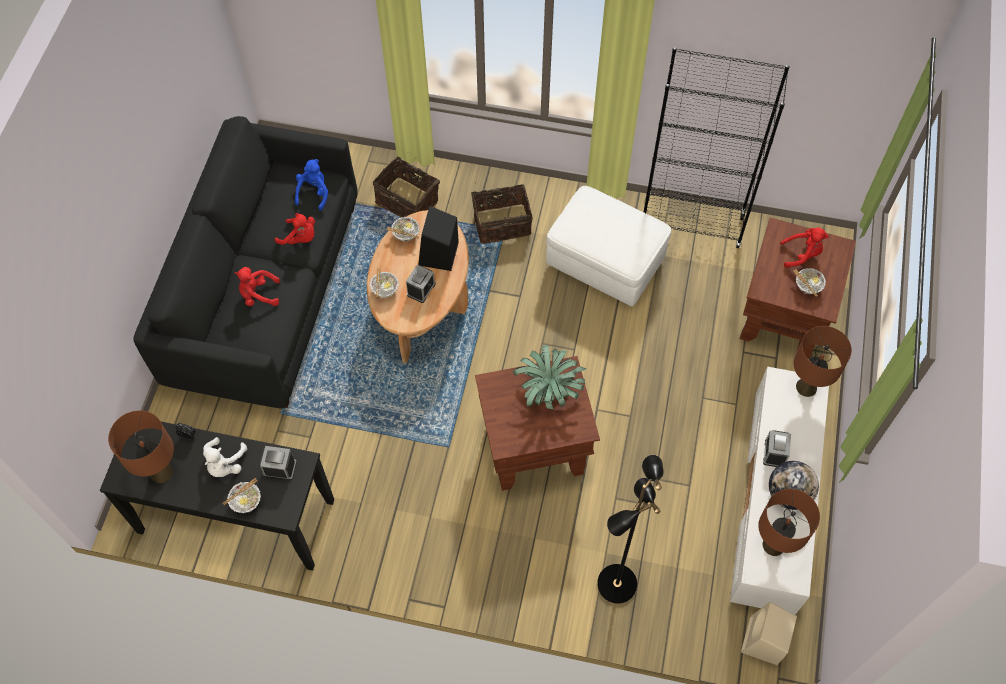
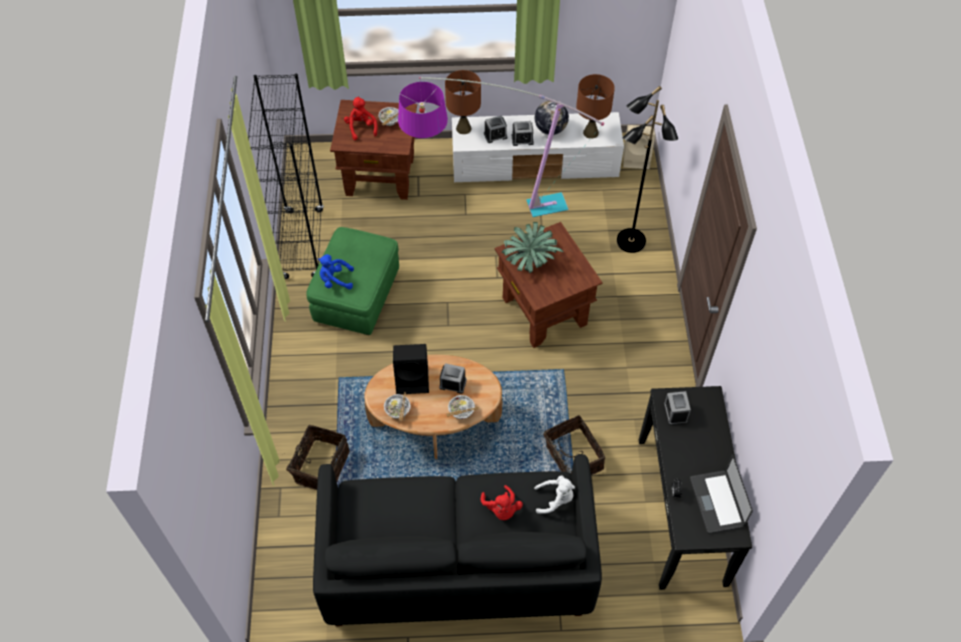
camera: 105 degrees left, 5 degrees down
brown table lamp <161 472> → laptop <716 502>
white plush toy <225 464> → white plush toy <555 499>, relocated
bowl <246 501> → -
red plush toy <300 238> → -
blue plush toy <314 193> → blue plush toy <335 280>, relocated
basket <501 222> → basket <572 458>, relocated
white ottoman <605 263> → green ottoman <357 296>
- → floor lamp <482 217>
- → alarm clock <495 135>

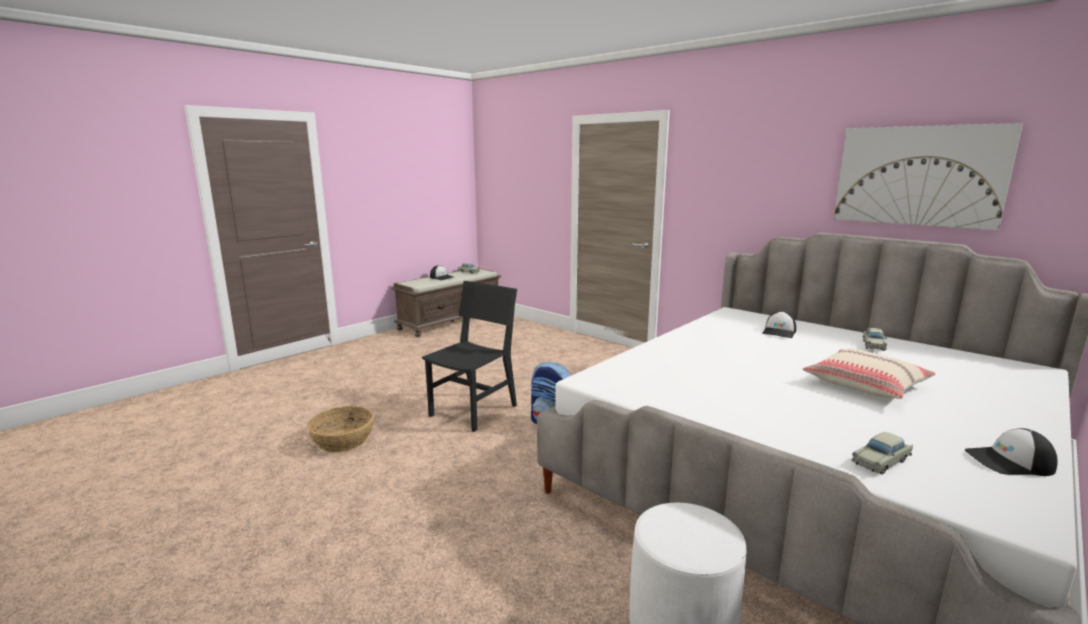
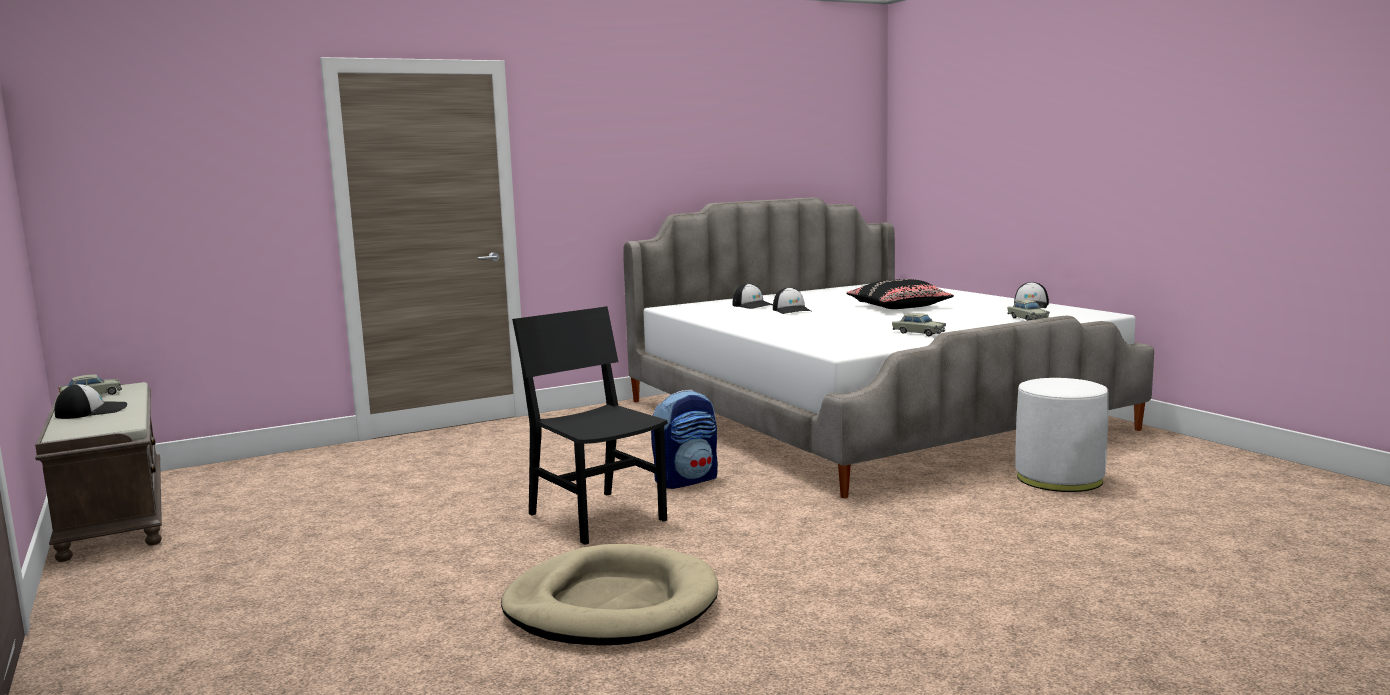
camera: 70 degrees left, 5 degrees down
basket <343 440> → beige dog bed <611 605>
beige pillow <866 385> → black pillow <899 306>
picture <919 176> → -
beige toy car <873 345> → beige toy car <918 333>, relocated
- → cap <792 310>

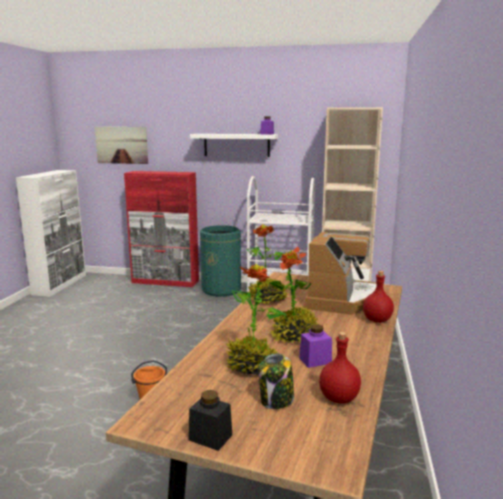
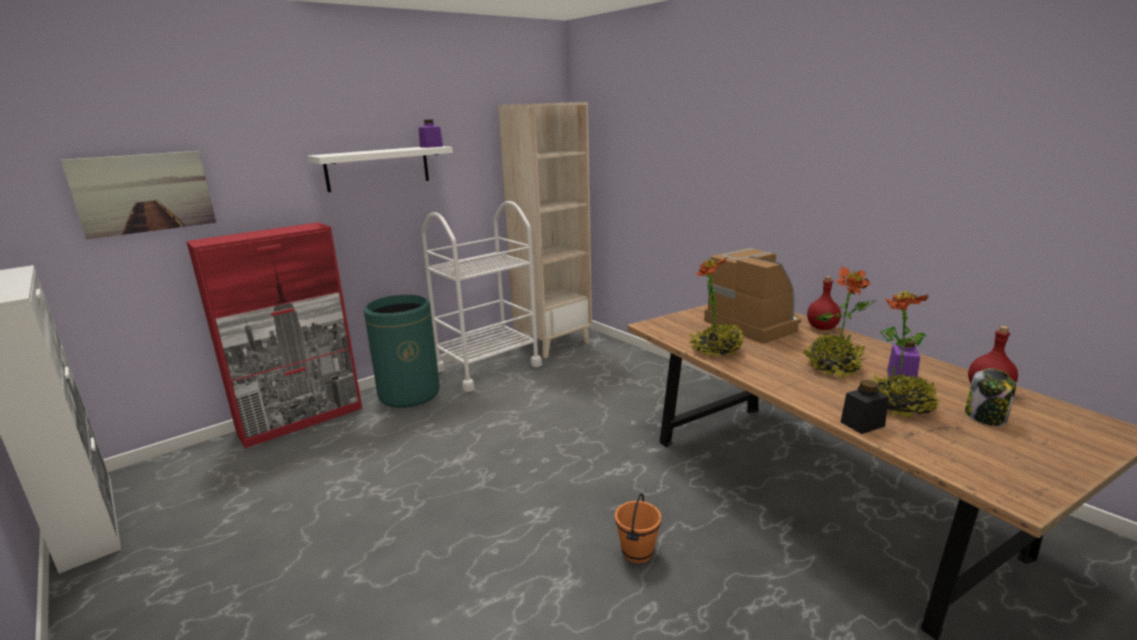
camera: 50 degrees left, 5 degrees up
black jar <210 437> → black jar <862 424>, relocated

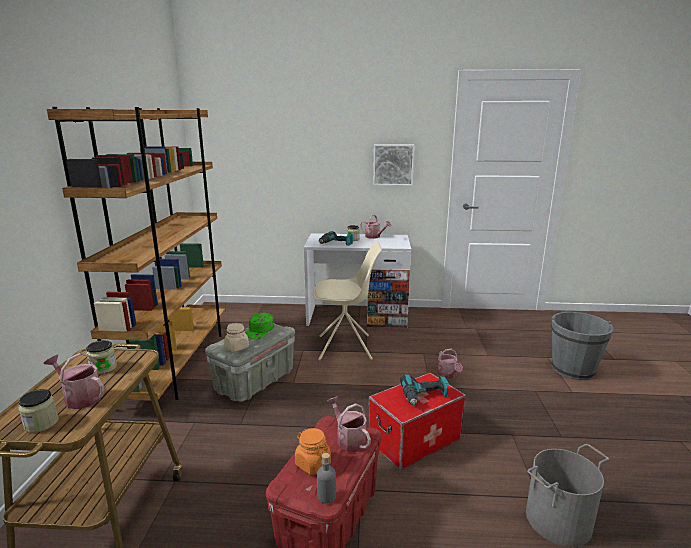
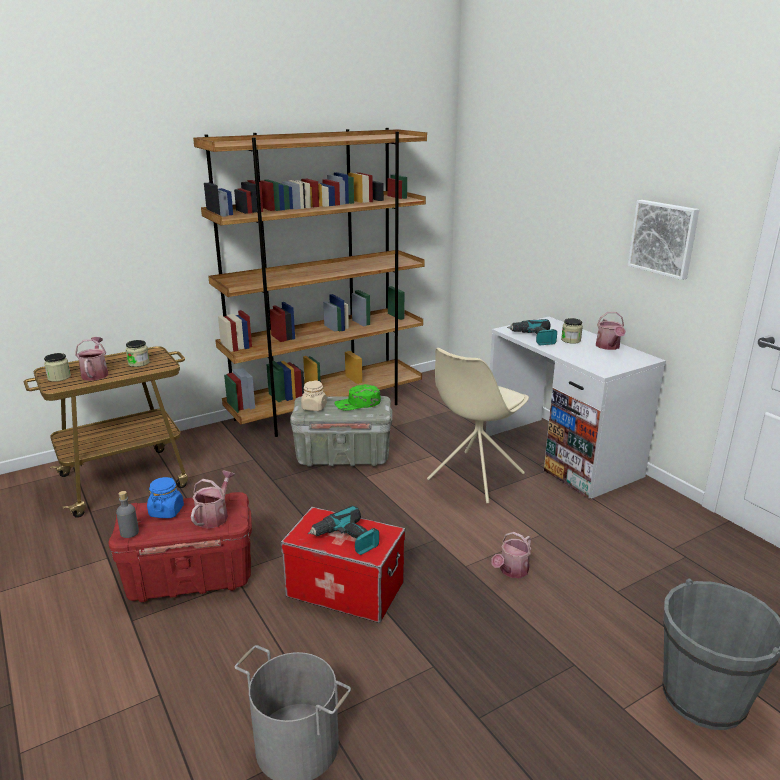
camera: 55 degrees right, 5 degrees up
orange jar <312 464> → blue jar <166 511>
beige chair <346 347> → beige chair <474 477>, 75 degrees clockwise

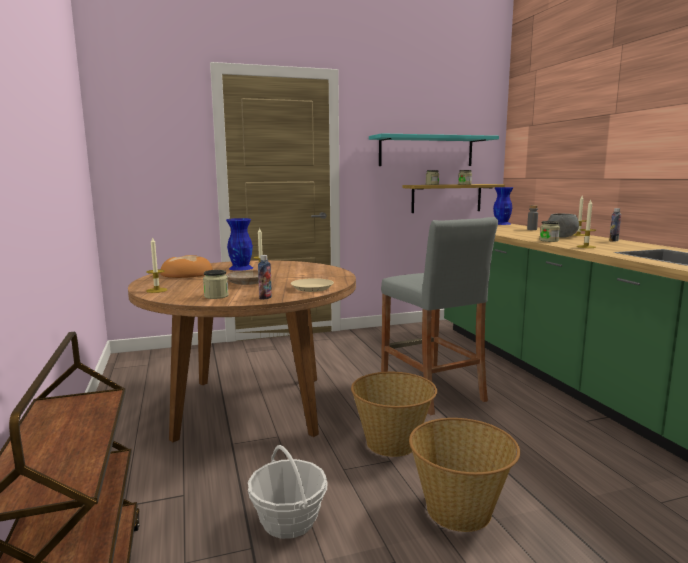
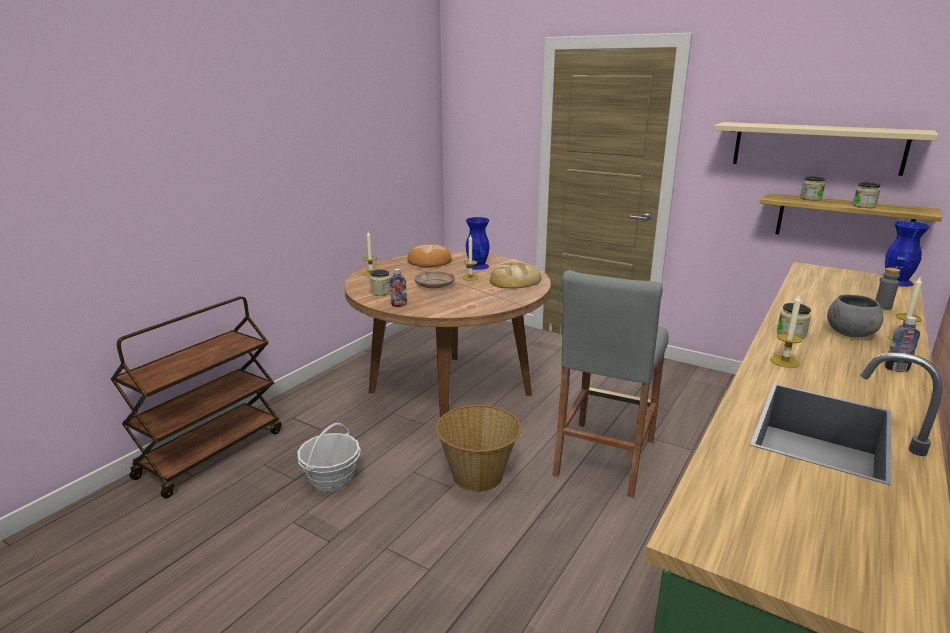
camera: 50 degrees right, 10 degrees up
beige plate <312 288> → -
turquoise shelf <426 151> → beige shelf <816 147>
basket <460 510> → -
- → bread <514 280>

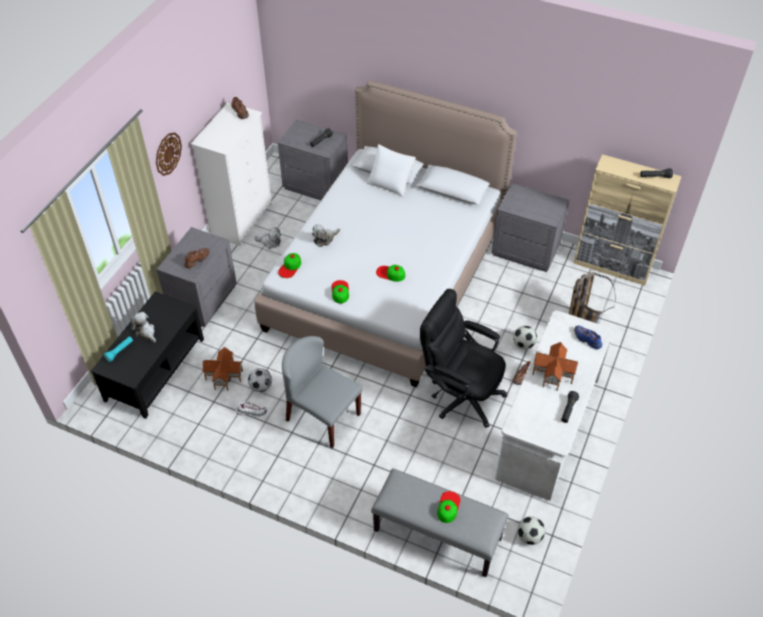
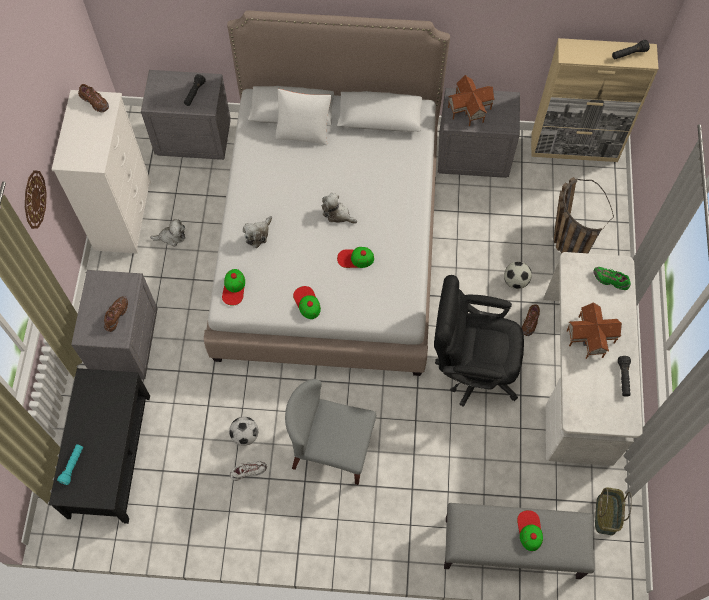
camera: 20 degrees left, 15 degrees up
plush toy <145 332> → plush toy <337 214>, relocated
toy house <225 375> → toy house <470 107>, relocated
football <529 536> → basket <607 515>
blue shoe <587 340> → green shoe <610 280>

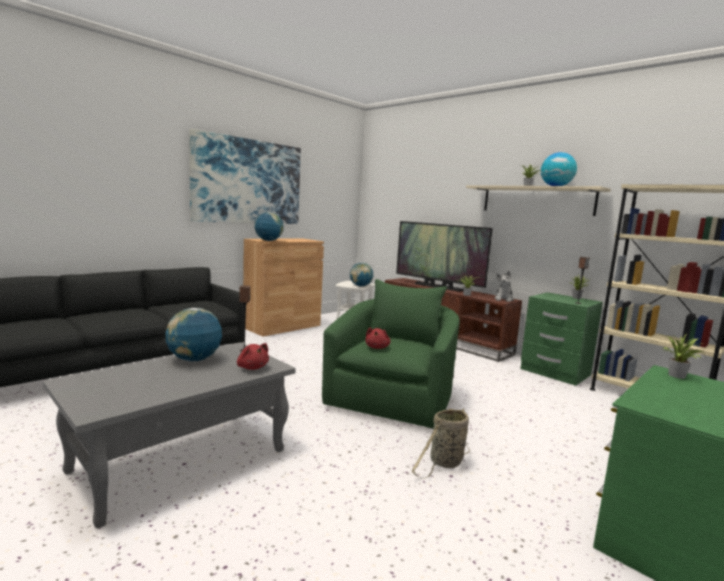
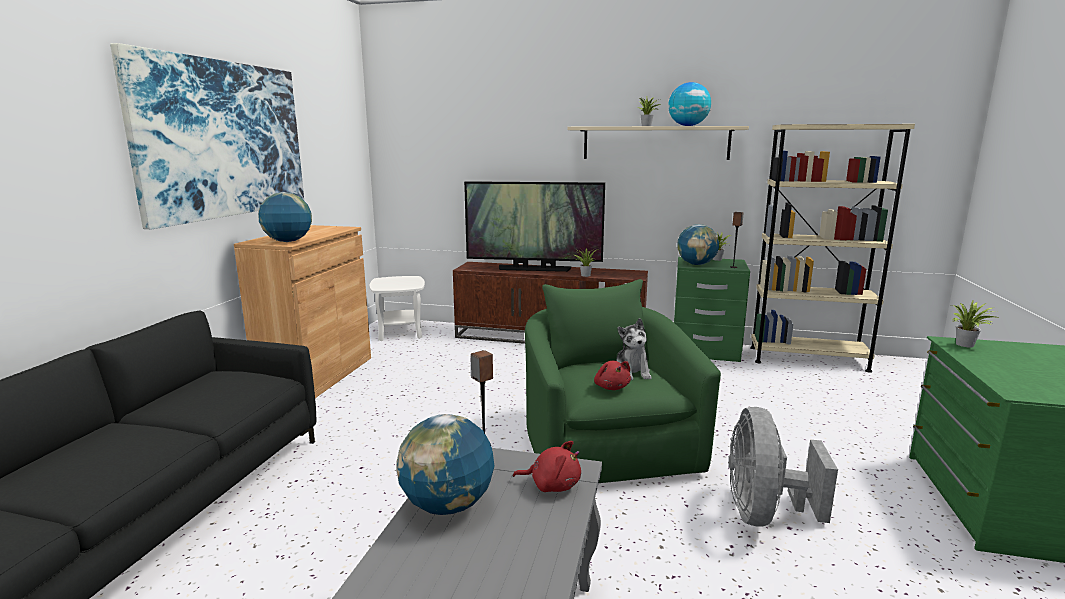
camera: 30 degrees left, 5 degrees up
globe <361 286> → globe <696 264>, relocated
basket <444 463> → grey fan <764 514>
plush toy <503 299> → plush toy <632 372>, relocated

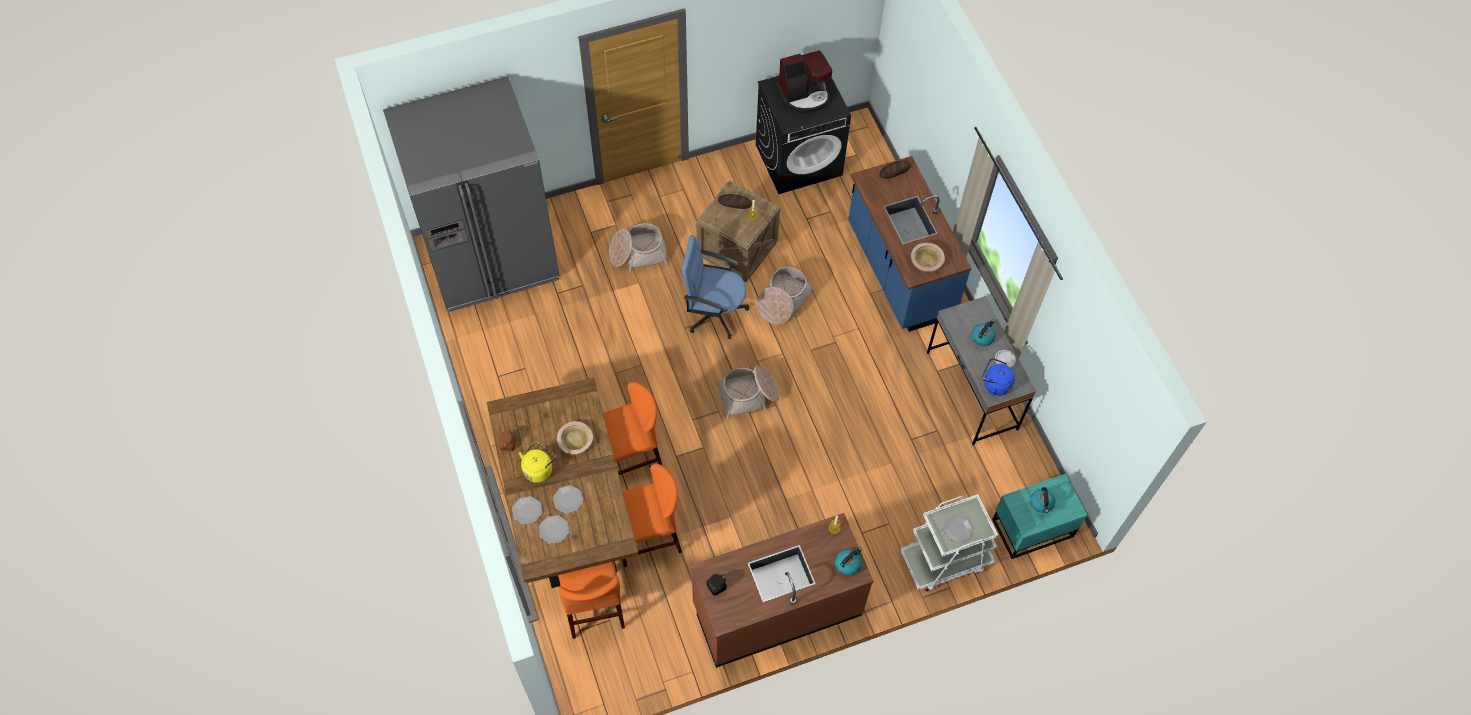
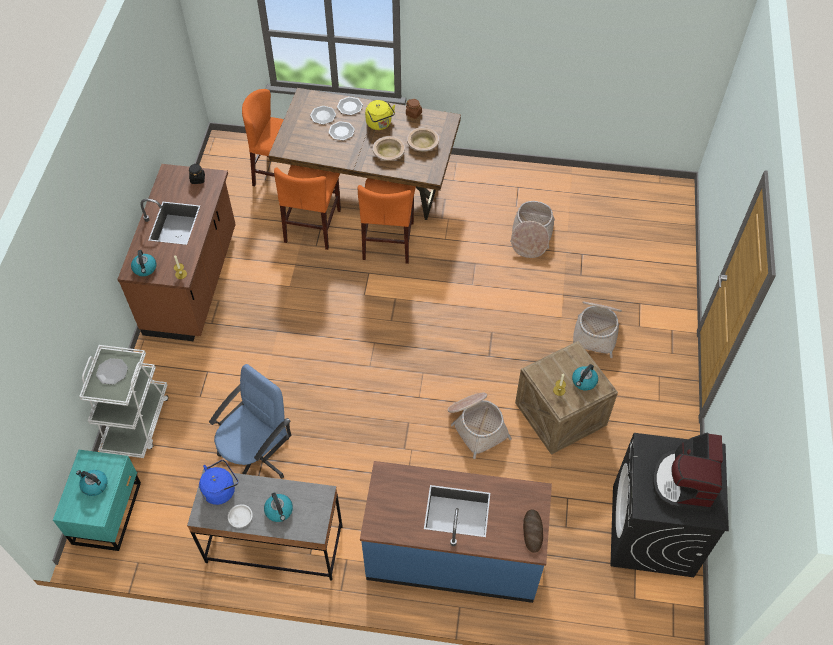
camera: 120 degrees right, 5 degrees down
grey fridge <491 259> → -
blue office chair <714 312> → blue office chair <257 455>, relocated
basket <749 395> → basket <531 236>, relocated
bread <734 203> → kettle <584 382>
beige bowl <926 260> → beige bowl <423 144>, relocated

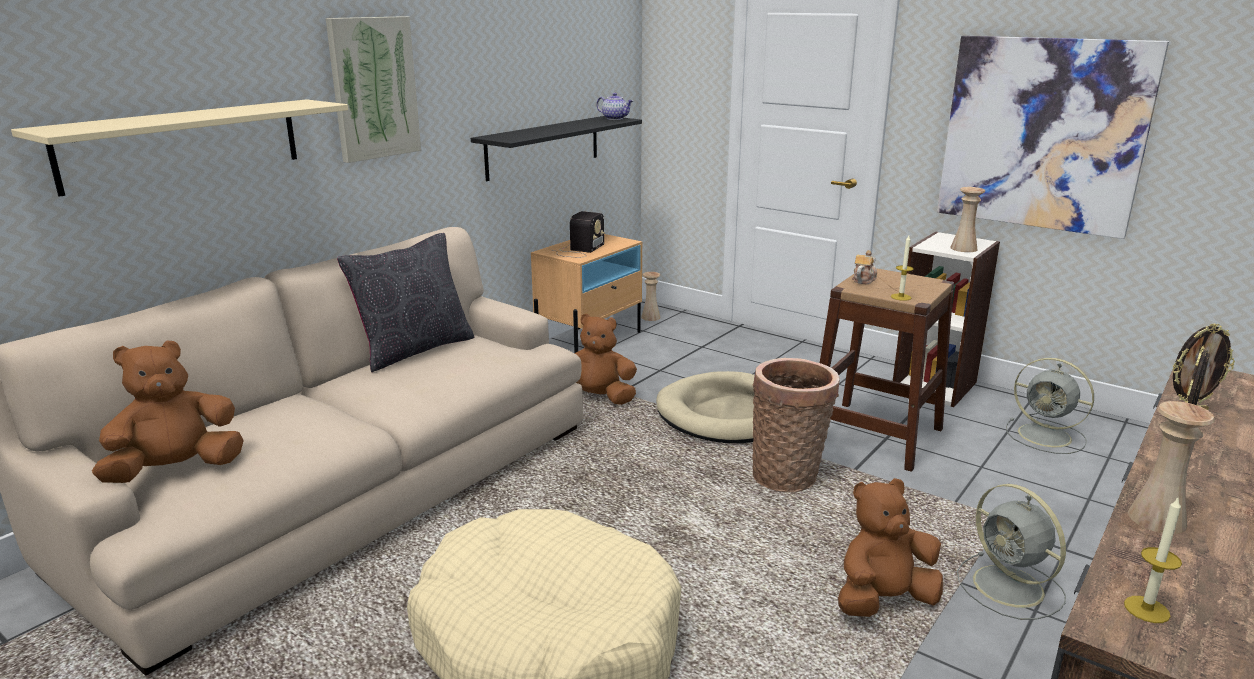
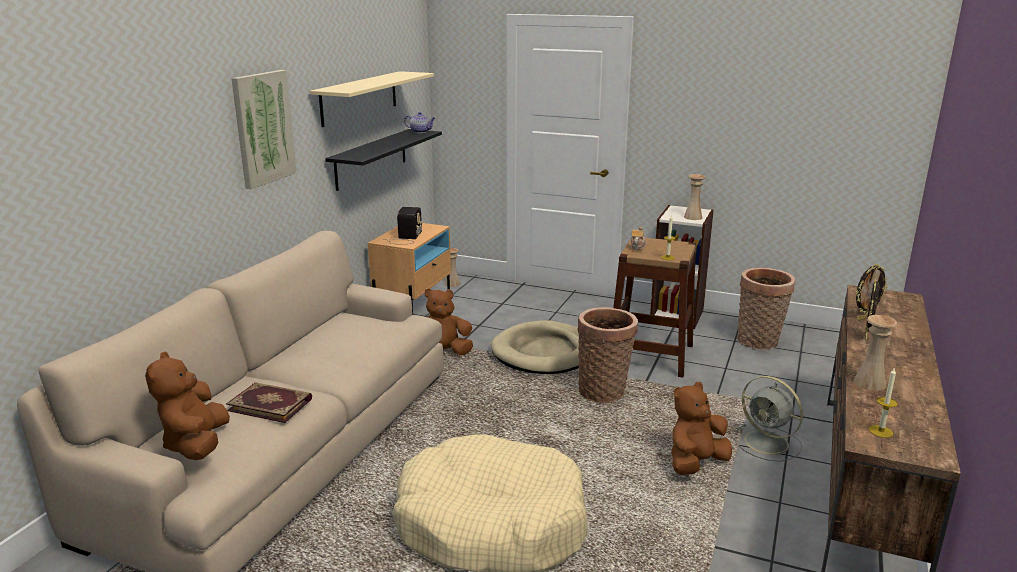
camera: 15 degrees left, 0 degrees up
beige shelf <183 144> → beige shelf <359 98>, relocated
brown plush toy <176 470> → brown plush toy <197 444>, 45 degrees counterclockwise
black pillow <414 349> → -
picture <1042 134> → -
grey fan <1047 436> → basket <759 342>
- → book <271 404>

